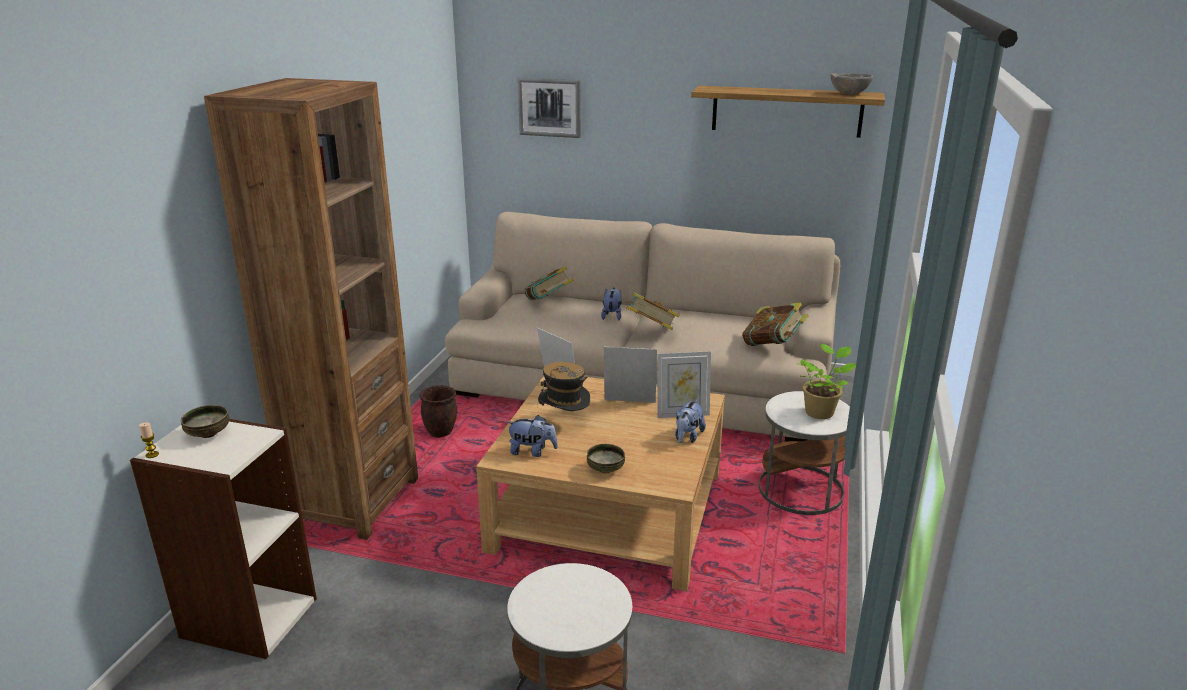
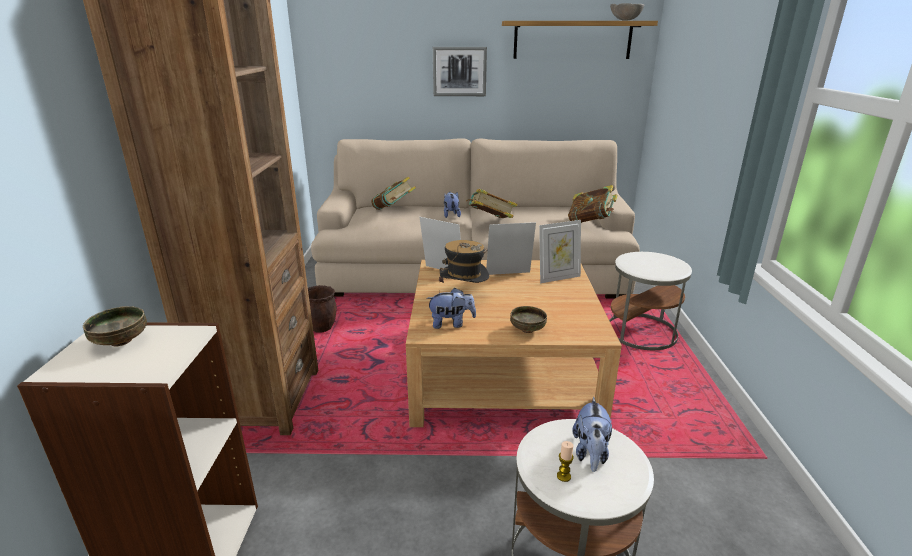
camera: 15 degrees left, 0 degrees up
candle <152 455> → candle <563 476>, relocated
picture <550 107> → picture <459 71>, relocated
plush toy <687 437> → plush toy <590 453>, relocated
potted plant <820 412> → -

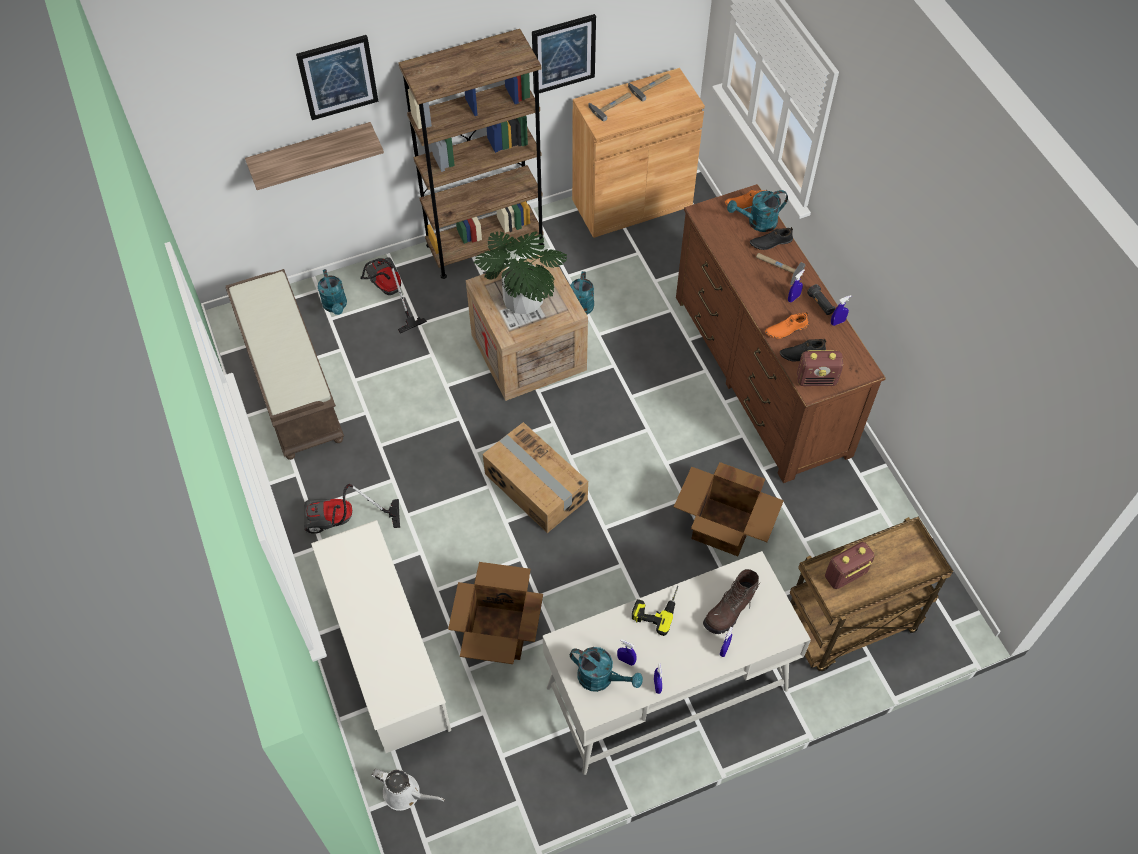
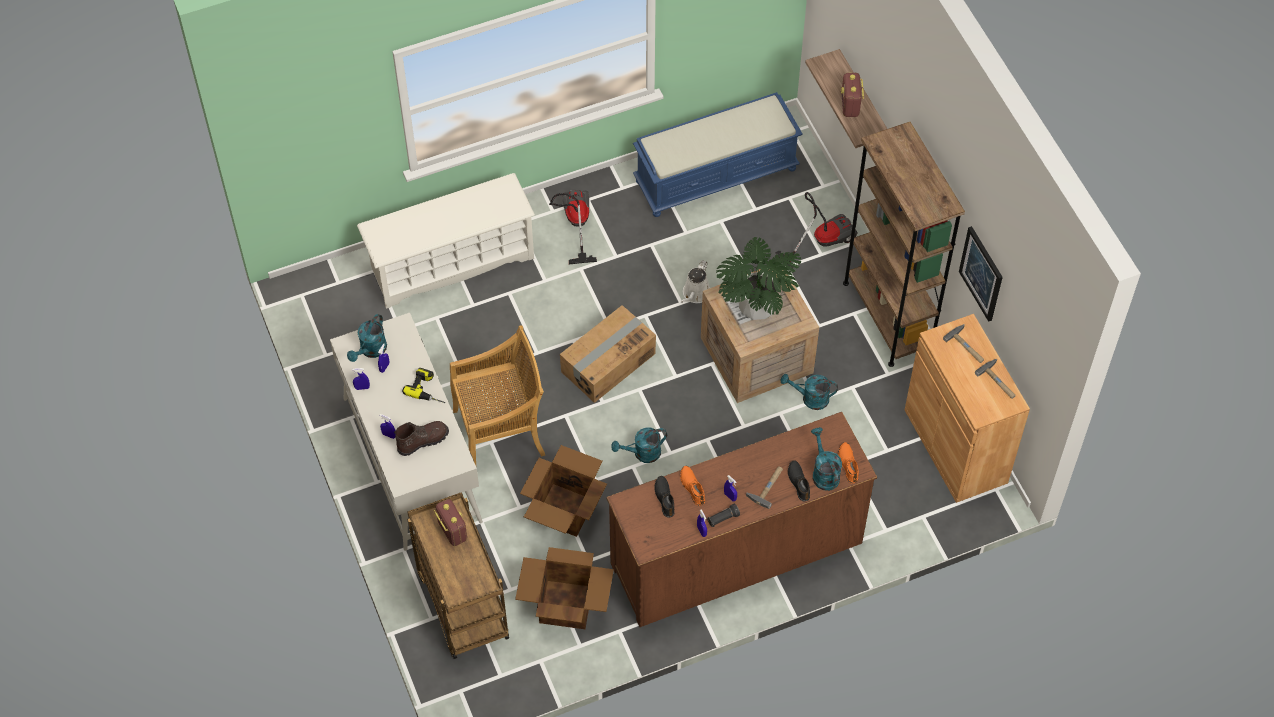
camera: 90 degrees right, 0 degrees up
brown bench <290 383> → blue bench <716 174>
picture <338 77> → -
turquoise watering can <336 306> → turquoise watering can <642 454>, relocated
white watering can <405 793> → white watering can <695 294>, relocated
cardboard box <497 633> → cardboard box <565 604>, relocated
brown boot <730 611> → brown boot <422 441>, 105 degrees clockwise
radio <816 379> → radio <850 105>, relocated
- → beige chair <501 431>

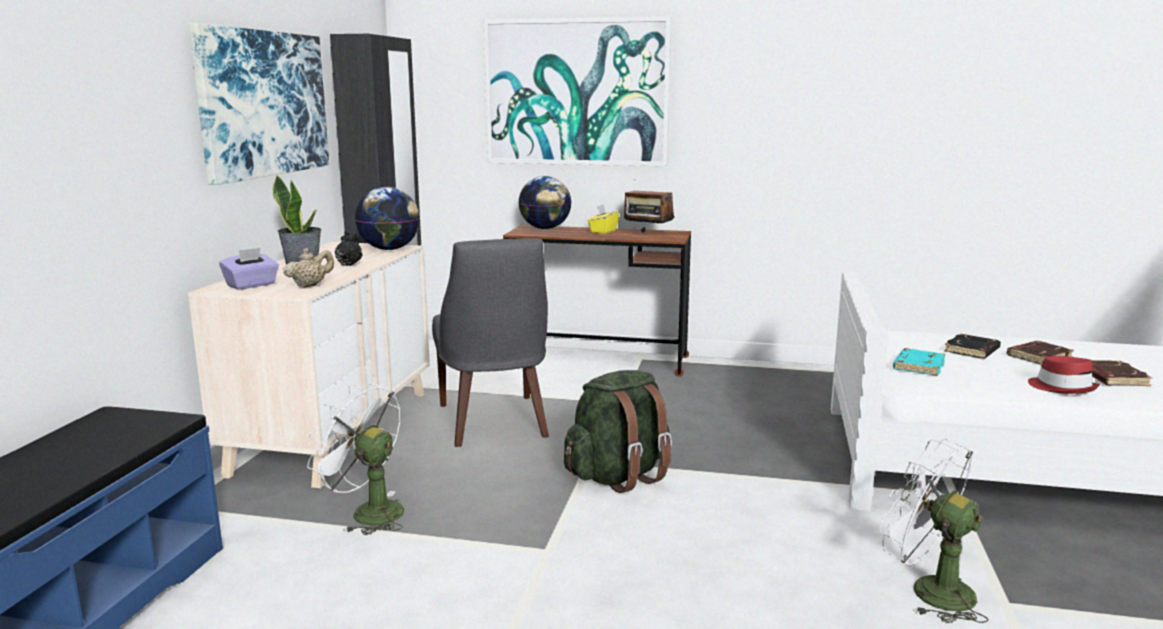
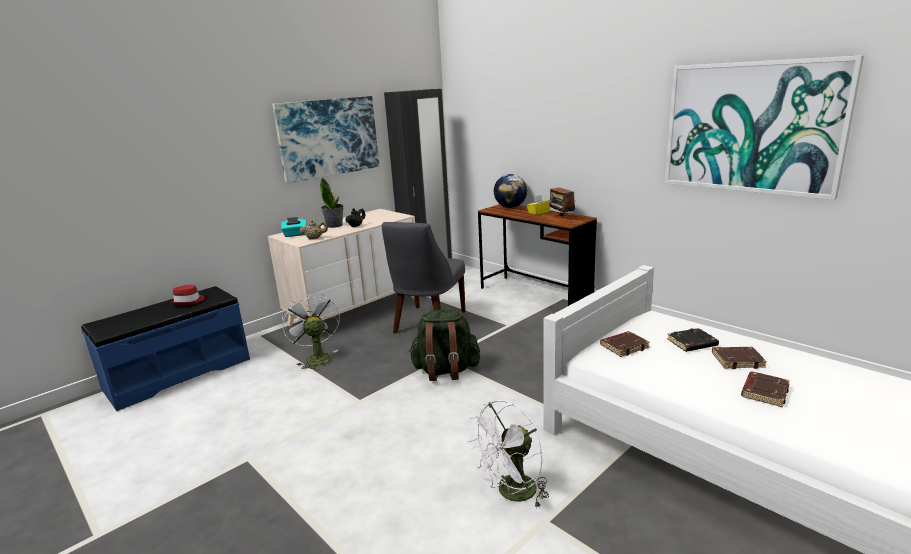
camera: 35 degrees right, 5 degrees up
purple tissue box <251 285> → turquoise tissue box <295 235>
globe <389 249> → -
picture <577 92> → picture <752 127>, relocated
white fan <928 590> → white fan <512 494>, 120 degrees counterclockwise
turquoise book <918 366> → brown book <624 346>
red hat <1062 387> → red hat <189 301>, relocated

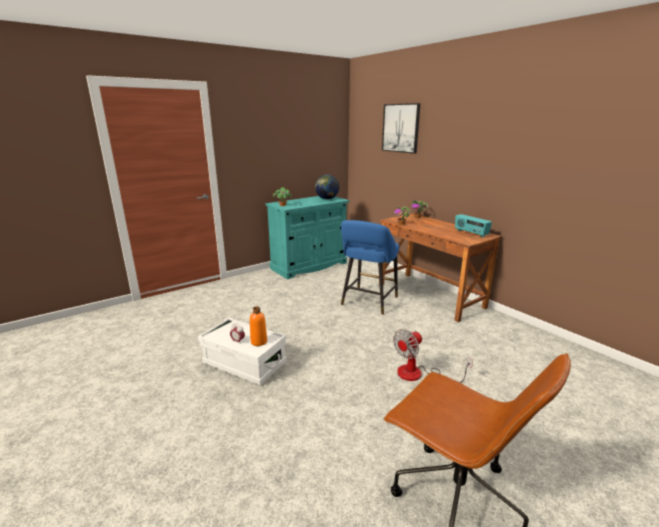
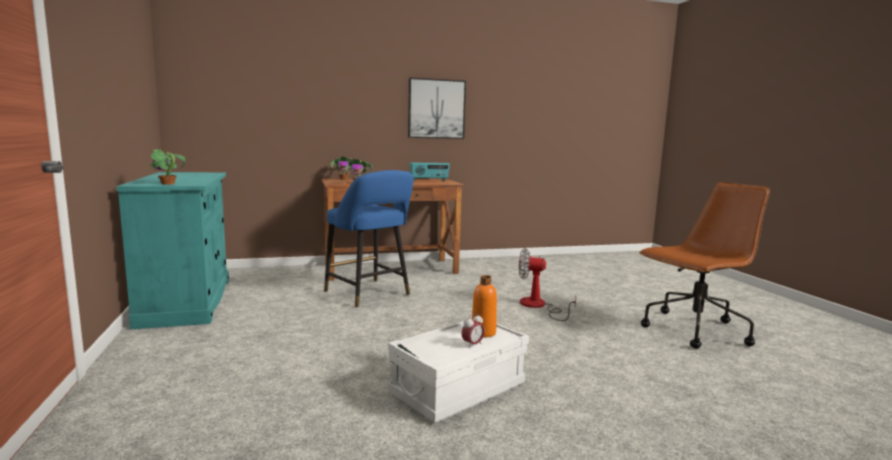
camera: 70 degrees left, 10 degrees down
globe <327 199> → -
picture <401 128> → picture <436 109>, relocated
fan <418 374> → fan <538 306>, 120 degrees clockwise

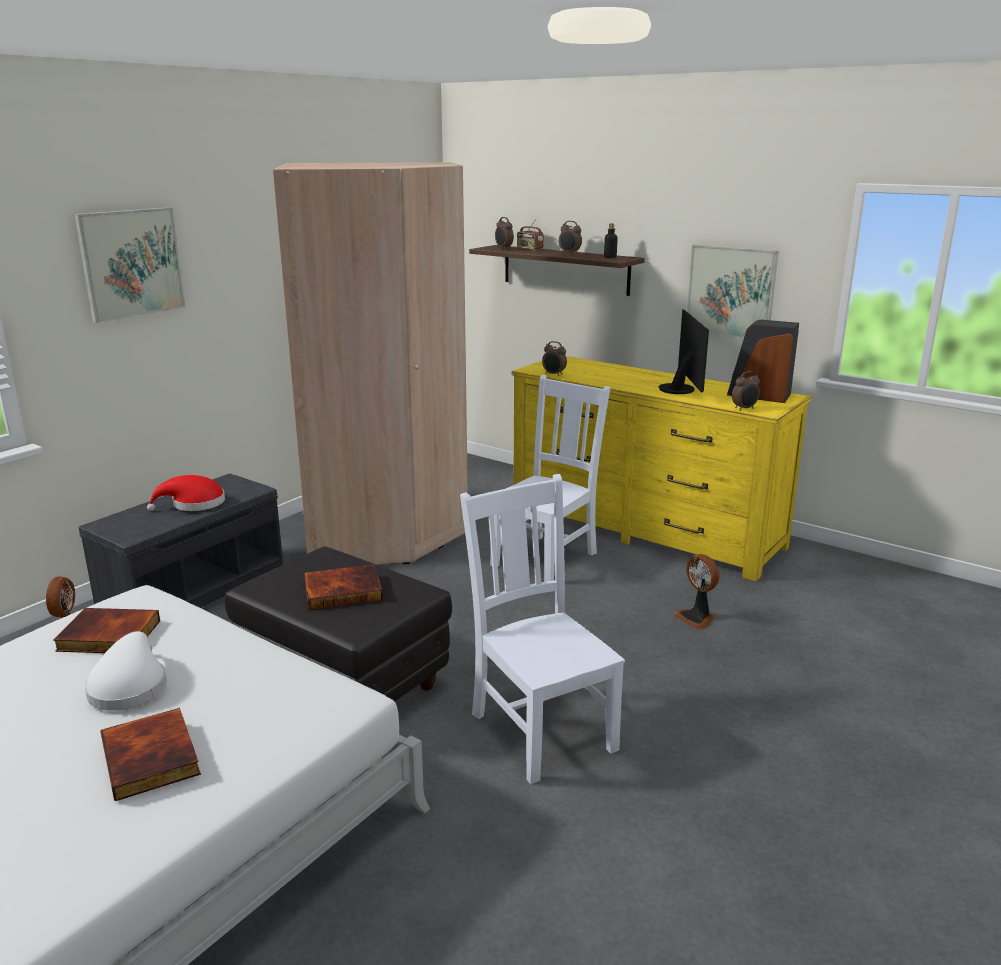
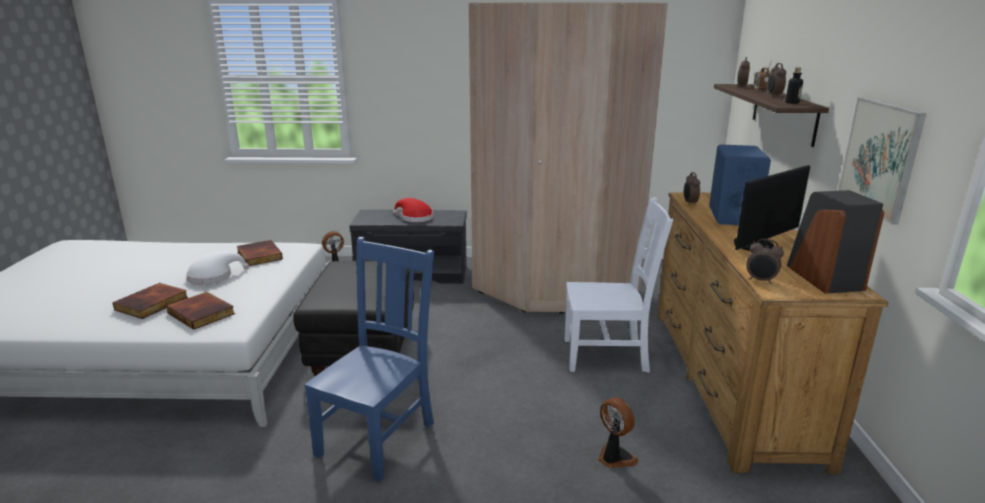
camera: 55 degrees right, 0 degrees up
picture <131 263> → -
book <343 590> → book <202 313>, relocated
white chair <540 728> → blue chair <379 436>
yellow dresser <644 529> → brown dresser <729 379>
fan <697 618> → fan <614 458>, 120 degrees clockwise
- → blue speaker <733 216>

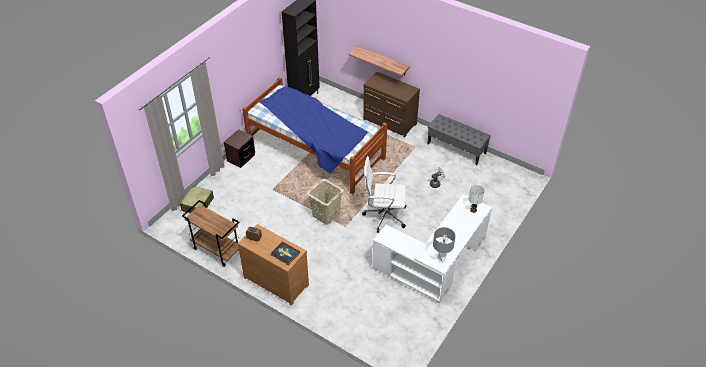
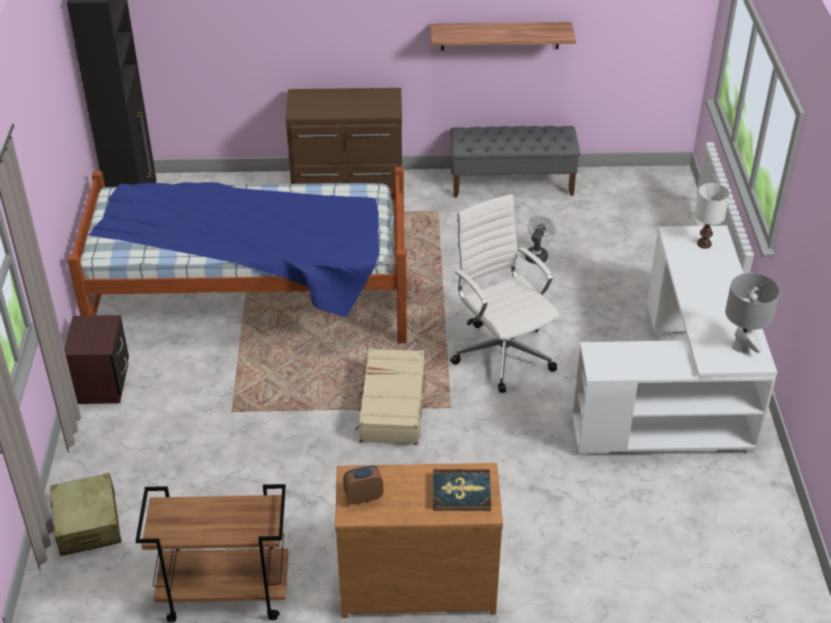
camera: 35 degrees left, 5 degrees down
beige laundry basket <326 215> → beige suitcase <391 405>
shelf <383 61> → shelf <500 36>, relocated
white office chair <384 215> → white office chair <502 352>, 90 degrees clockwise

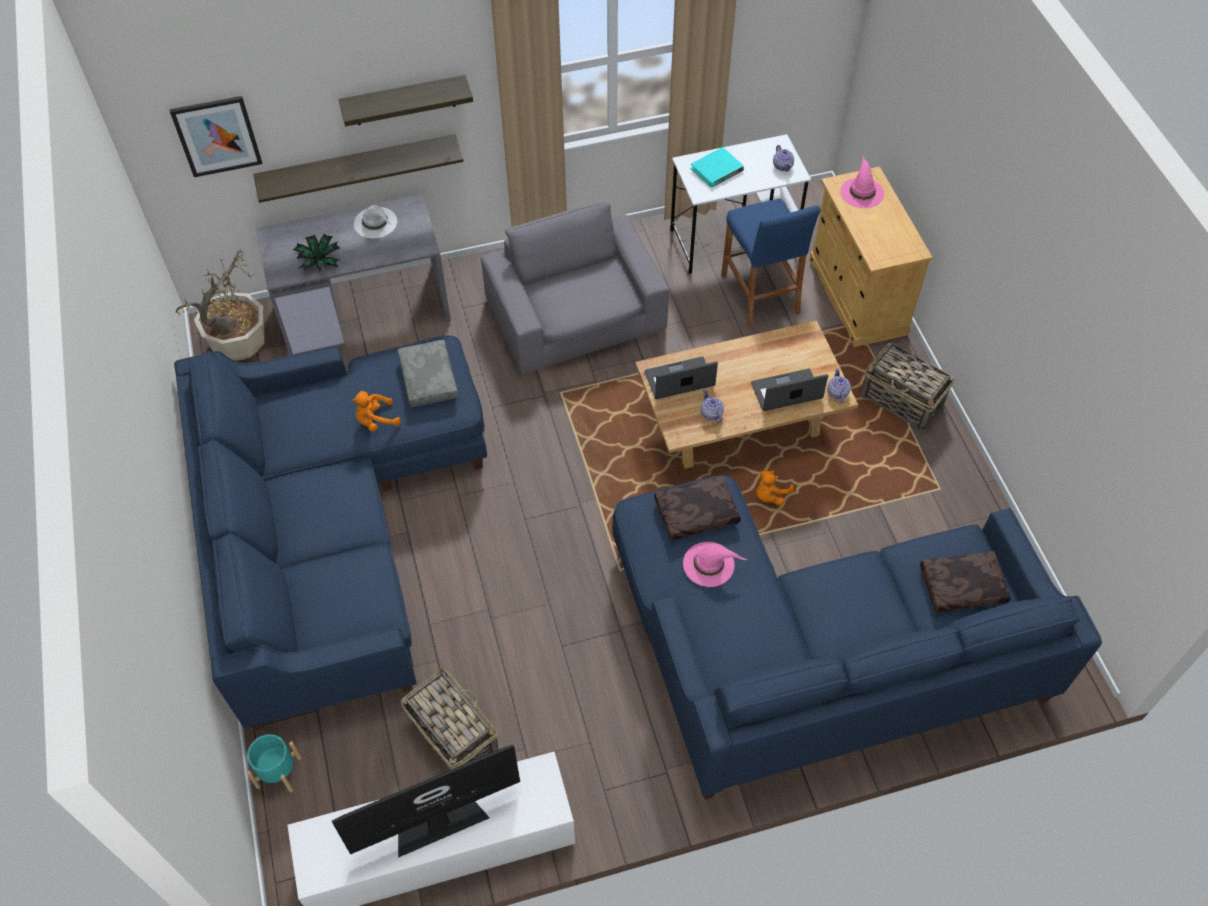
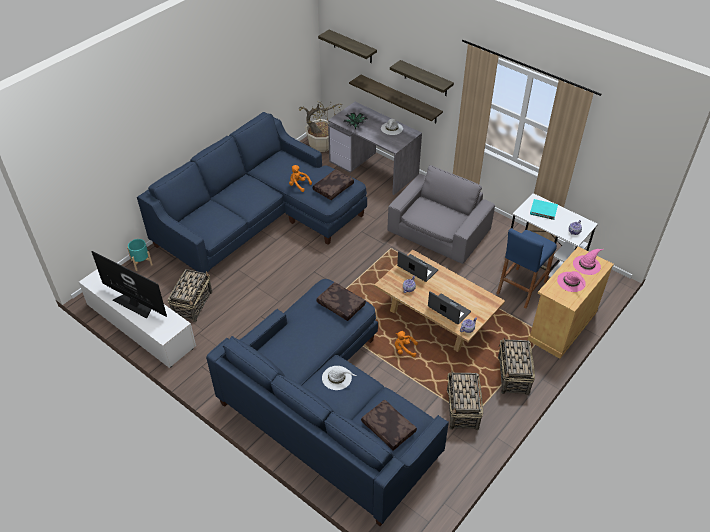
camera: 55 degrees right, 10 degrees down
picture <217 136> → shelf <352 47>
grey pillow <427 378> → brown pillow <333 188>
pink hat <709 564> → pink hat <571 282>, relocated
- → white hat <337 377>
- → basket <462 410>

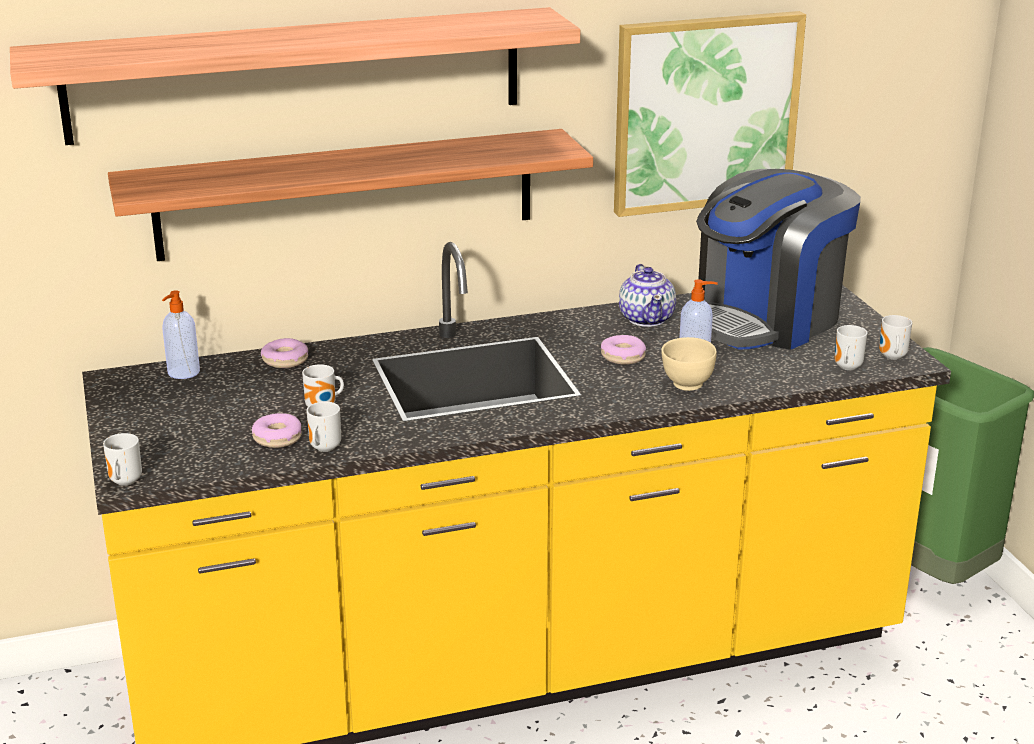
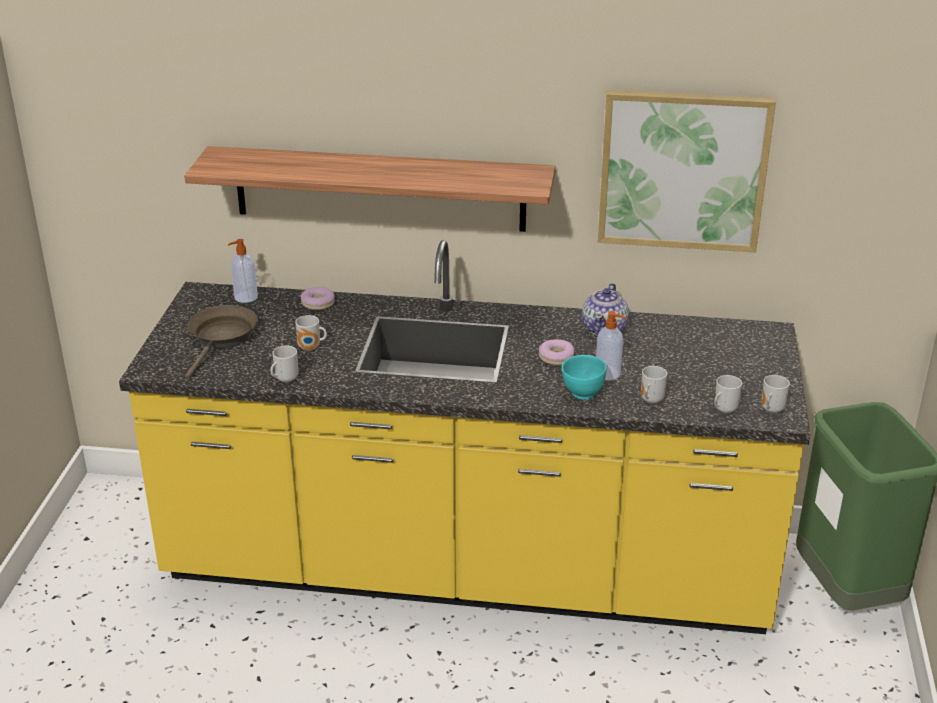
camera: 25 degrees right, 5 degrees up
shelf <296 75> → -
mug <123 482> → mug <650 400>, relocated
donut <277 438> → -
beige bowl <687 385> → turquoise bowl <582 393>
coffee machine <765 319> → -
- → brown frying pan <222 338>

